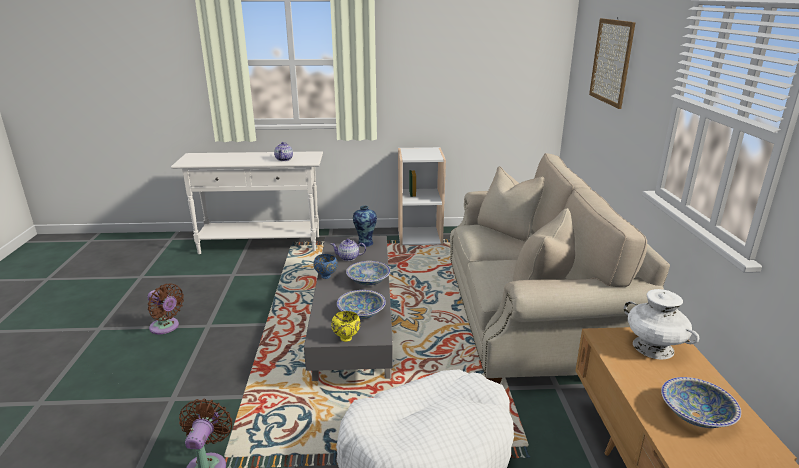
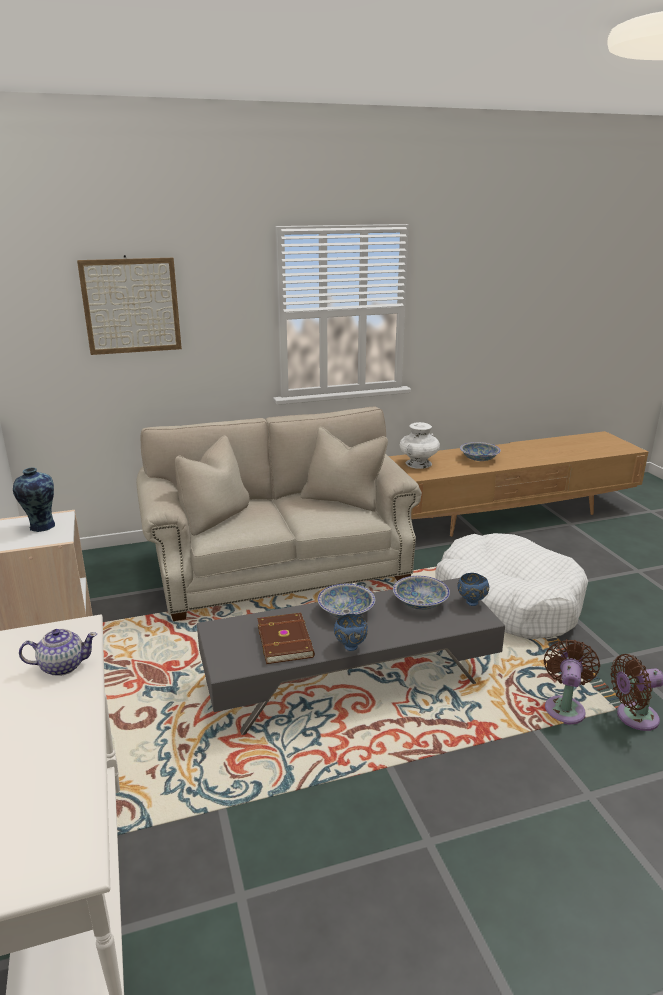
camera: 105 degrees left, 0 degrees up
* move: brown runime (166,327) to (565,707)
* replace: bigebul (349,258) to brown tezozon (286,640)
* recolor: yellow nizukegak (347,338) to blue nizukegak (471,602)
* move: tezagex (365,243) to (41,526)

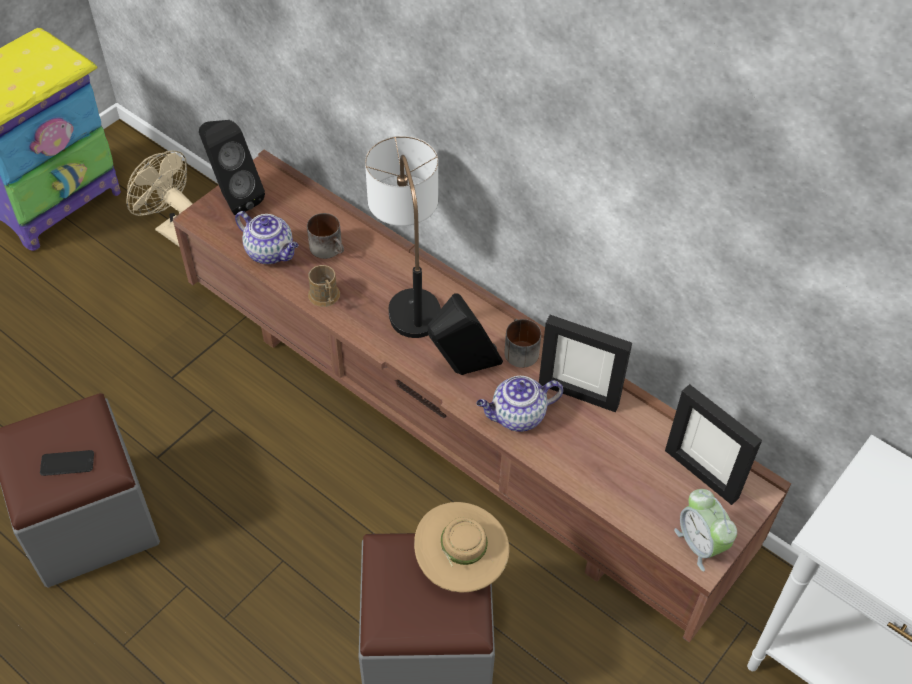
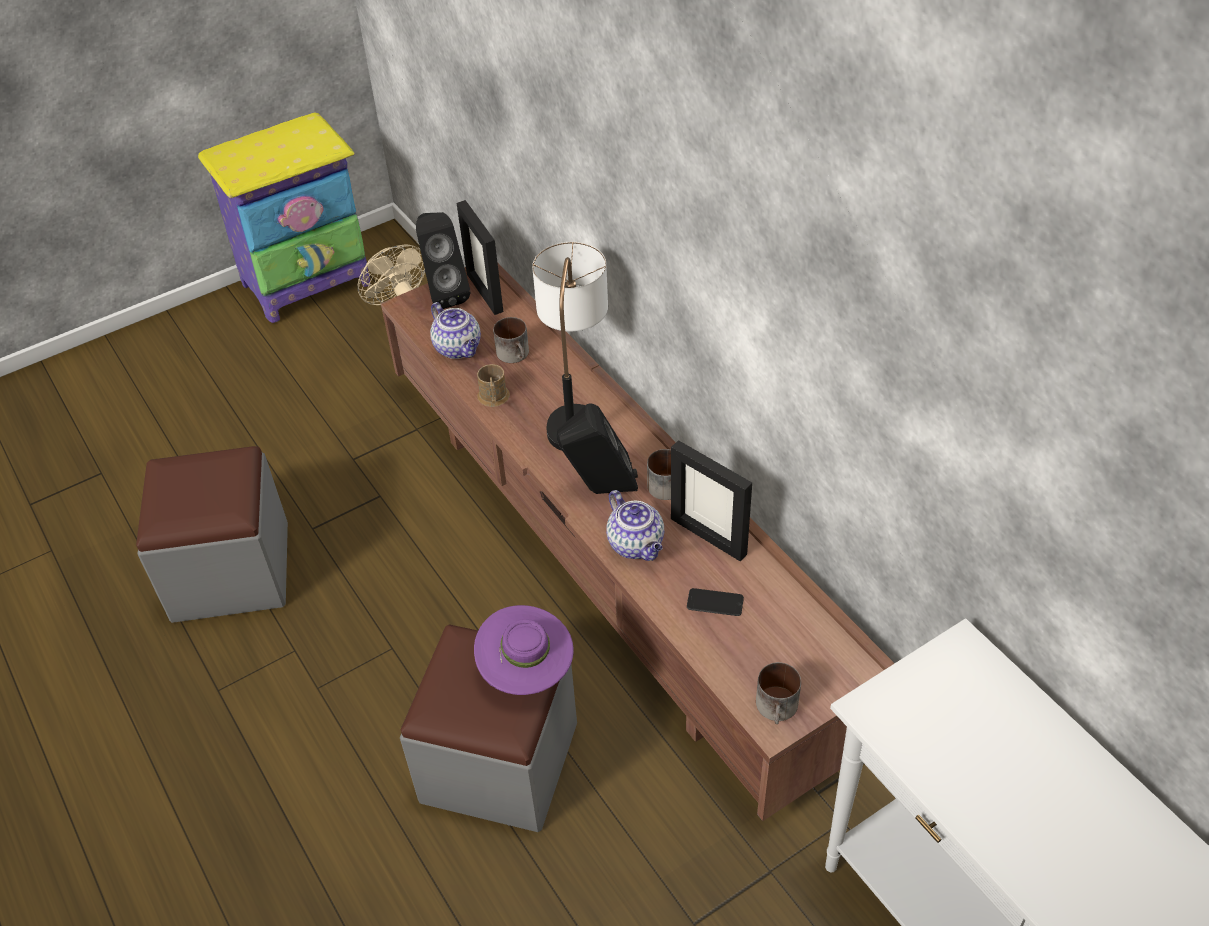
camera: 20 degrees right, 5 degrees down
* move: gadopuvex (67,463) to (715,603)
* recolor: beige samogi (461,563) to purple samogi (527,671)
* rotate: bigebul (517,416) = (637,545) 120 degrees counterclockwise
* move: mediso (702,473) to (486,292)
* replace: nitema (700,544) to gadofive (778,708)

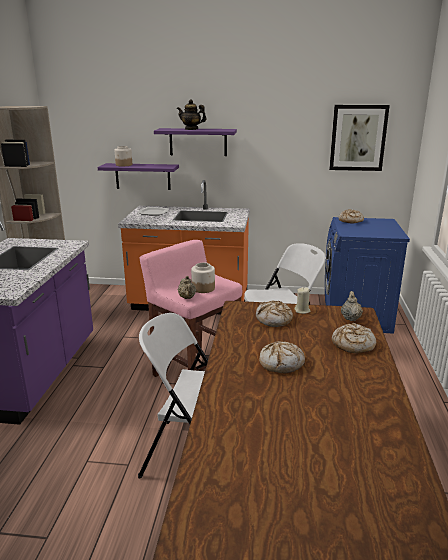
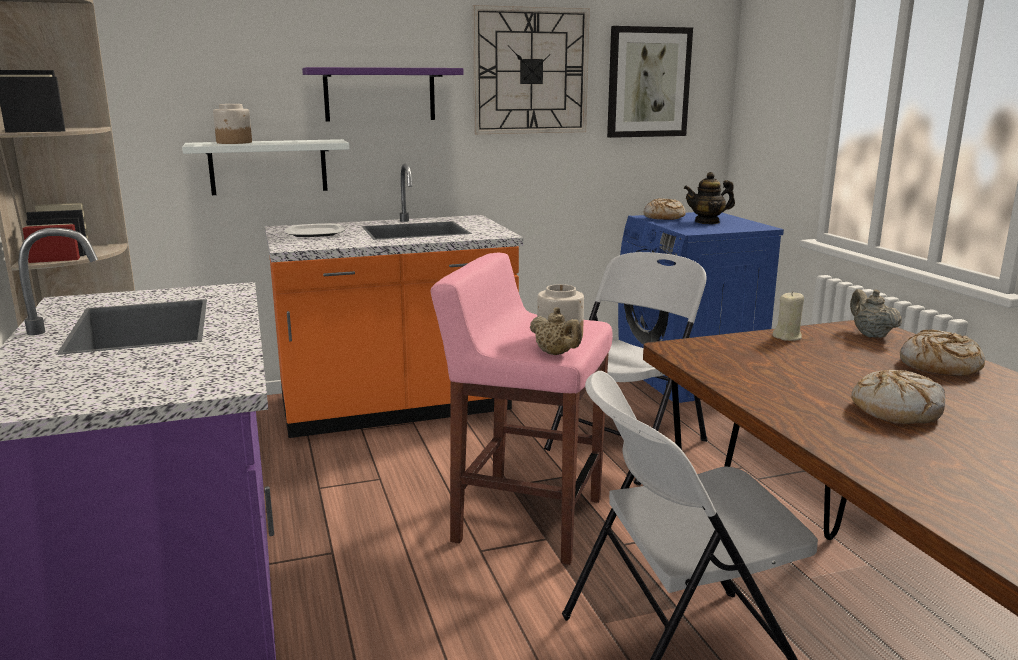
camera: 25 degrees left, 5 degrees down
* recolor: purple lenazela (142,176) to white lenazela (268,167)
* move: bigebul (191,129) to (707,222)
* delete: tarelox (274,319)
* insert: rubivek (530,71)

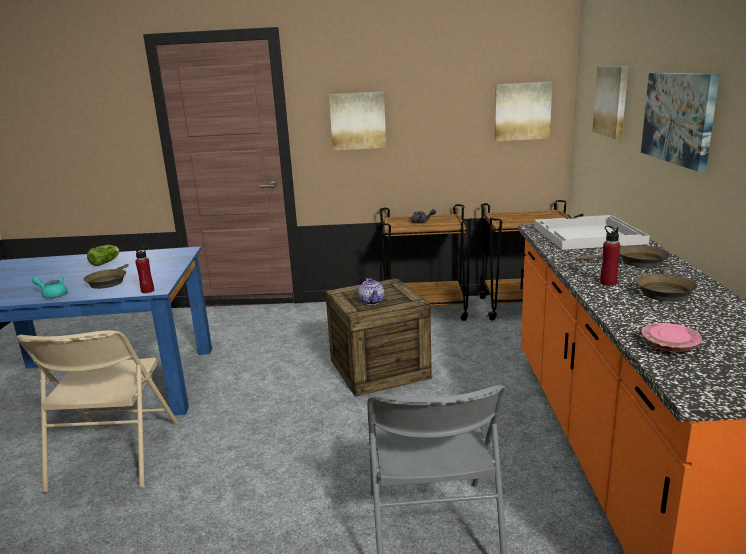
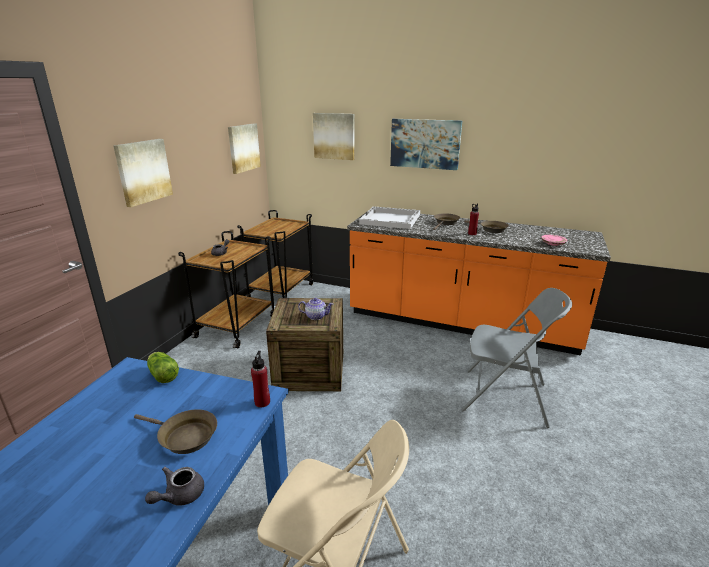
camera: 70 degrees left, 5 degrees up
* recolor: turquoise bigebul (53,295) to grey bigebul (179,496)
* move: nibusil (106,262) to (163,374)

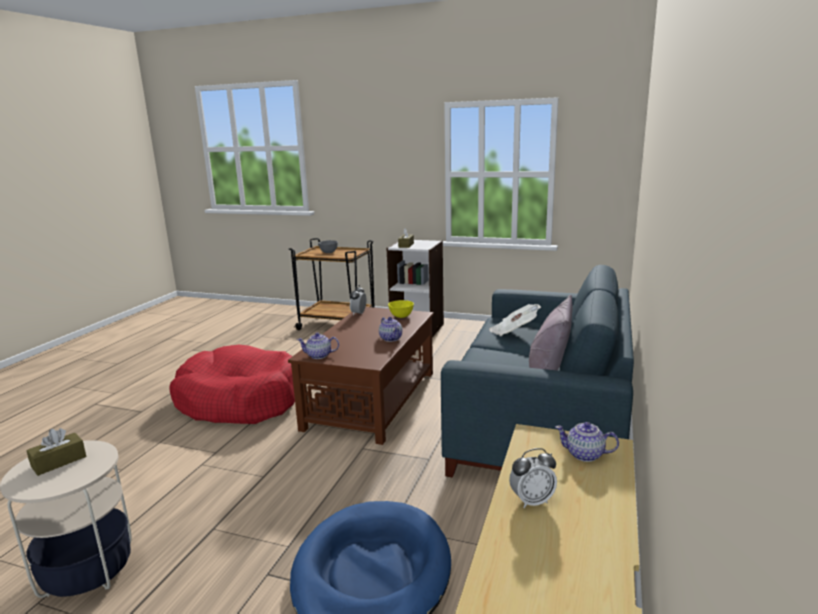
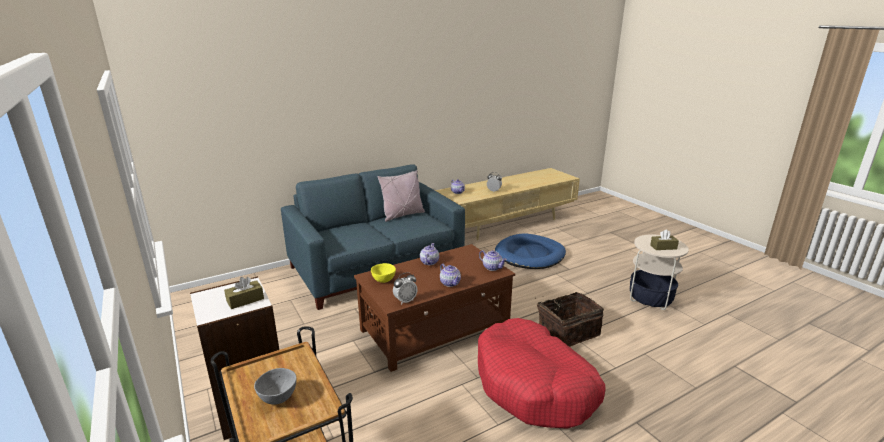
camera: 140 degrees left, 5 degrees up
* delete: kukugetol (513,332)
* insert: bigebul (450,283)
* insert: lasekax (567,332)

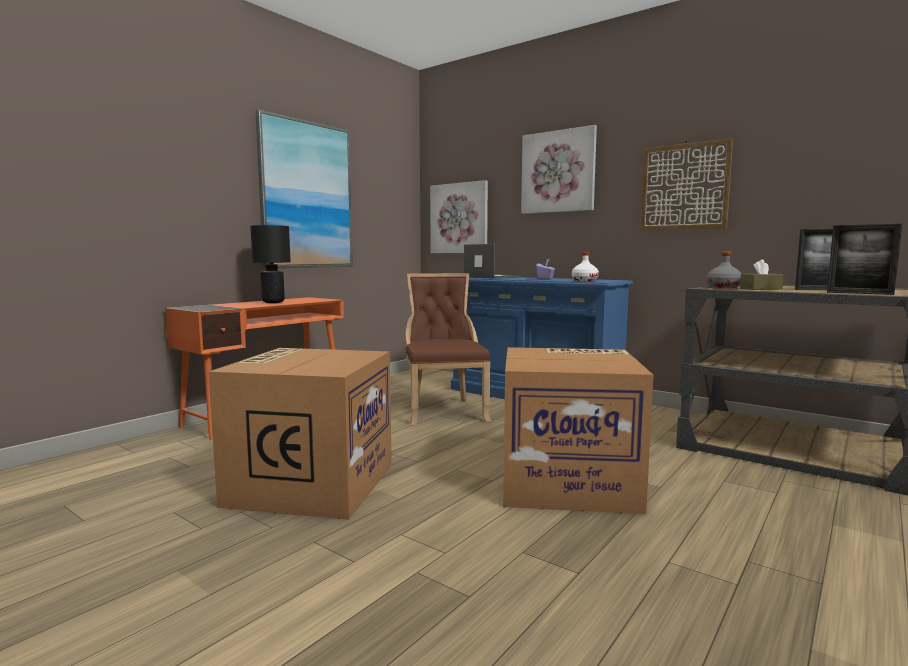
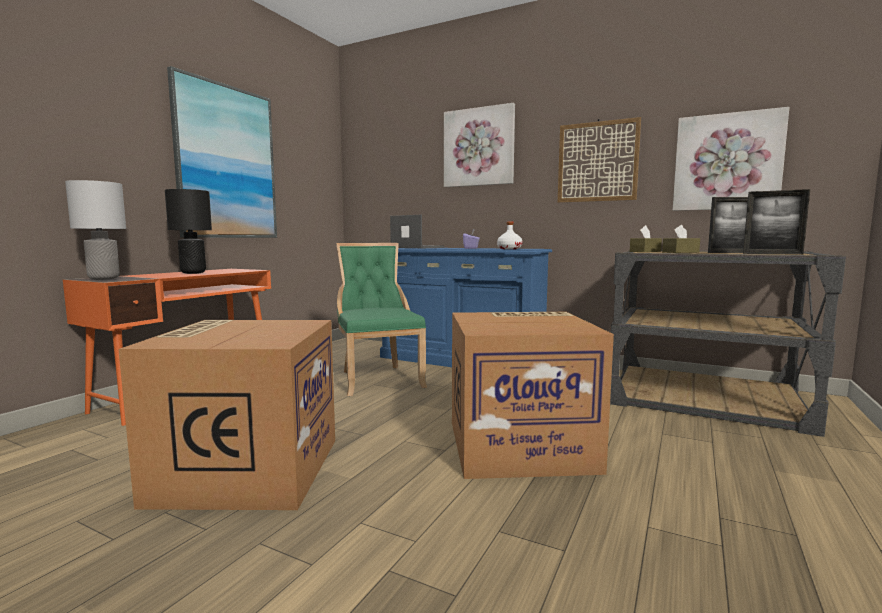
camera: 10 degrees left, 0 degrees up
* recolor: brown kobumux (444,410) to green kobumux (378,379)
* move: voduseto (459,218) to (727,162)
* replace: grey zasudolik (723,287) to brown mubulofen (645,251)
* insert: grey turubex (103,279)

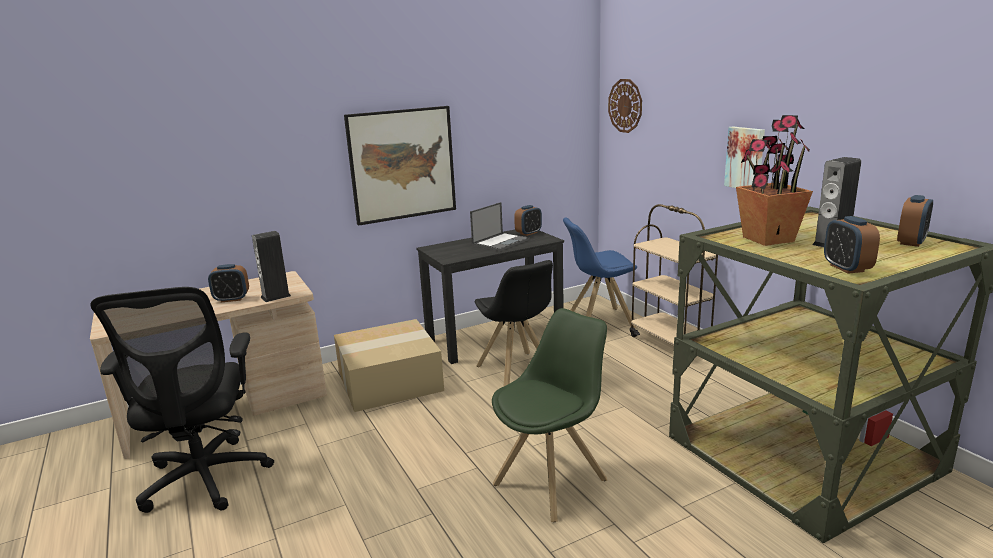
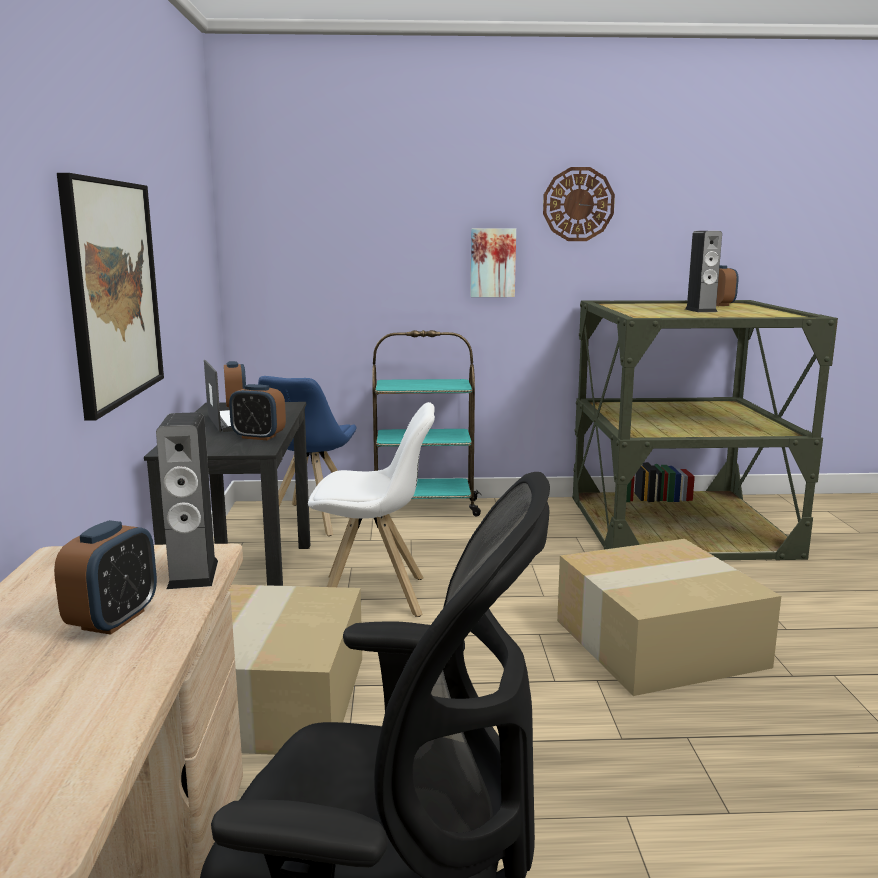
camera: 65 degrees left, 5 degrees down
* recolor: black kobumux (517,371) to white kobumux (374,596)
* replace: green kobumux (551,482) to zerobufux (659,641)
* move: rubivek (625,105) to (578,204)
* recolor: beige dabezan (670,344) to turquoise dabezan (424,508)
* delete: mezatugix (767,239)
* move: nitema (846,268) to (258,437)

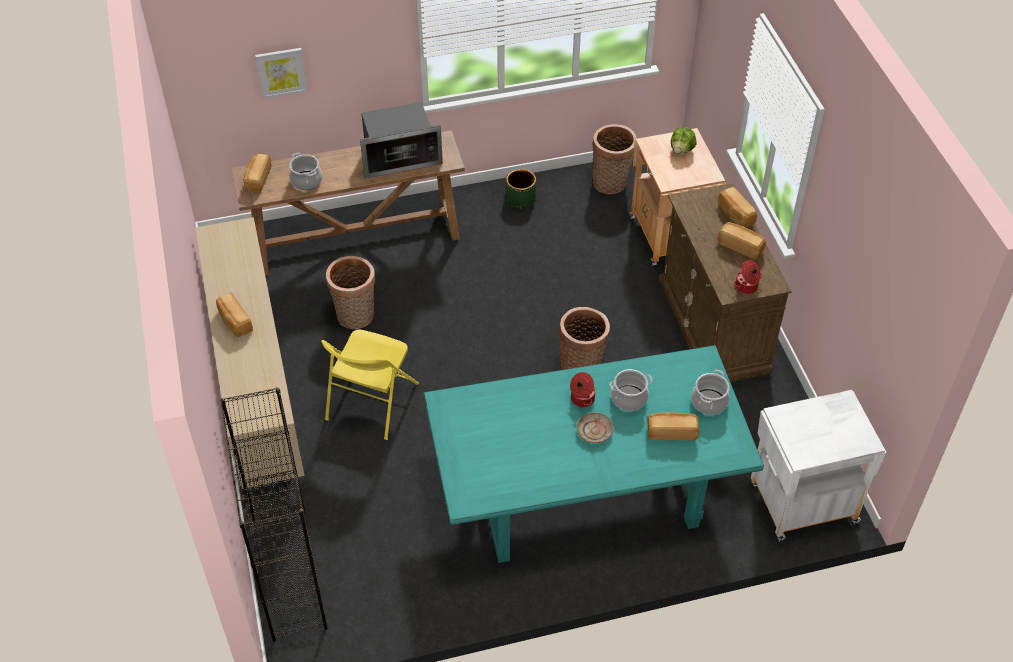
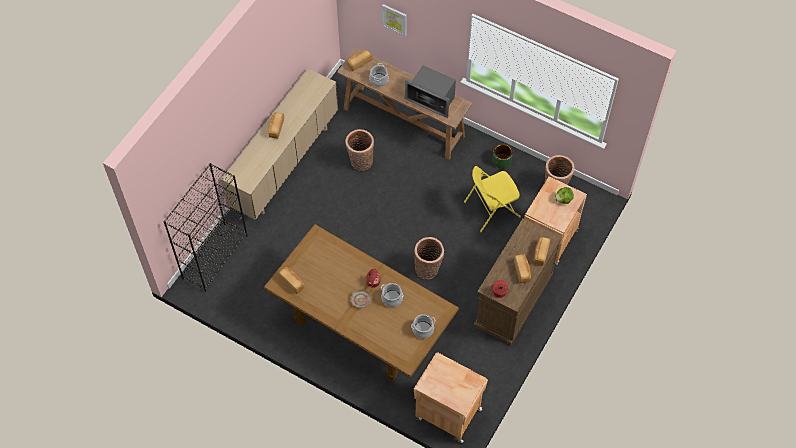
camera: 45 degrees right, 10 degrees up
* move: yellow kobumux (371,401) to (491,209)
* recolor: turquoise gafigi (585,493) to brown gafigi (363,326)
* move: tarelox (671,432) to (292,282)
* recolor: white dabezan (801,503) to brown dabezan (447,413)

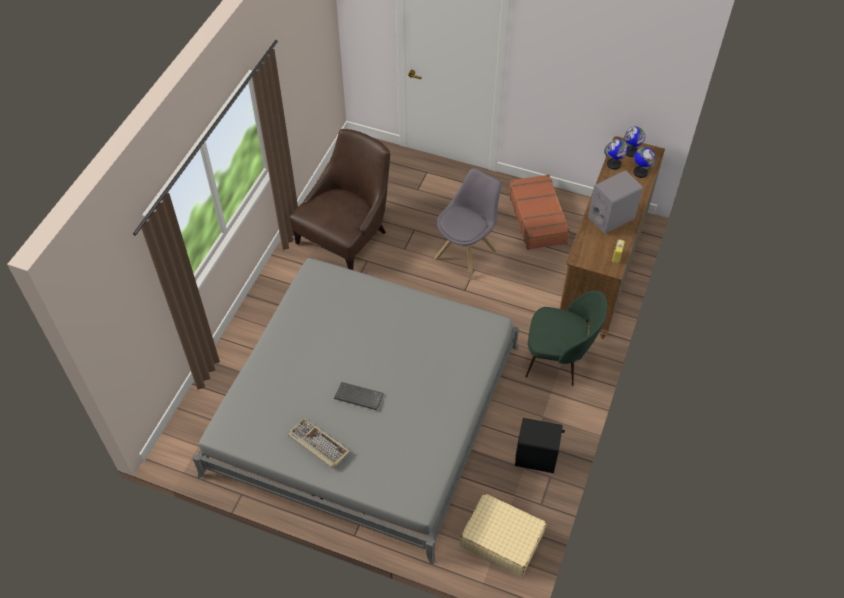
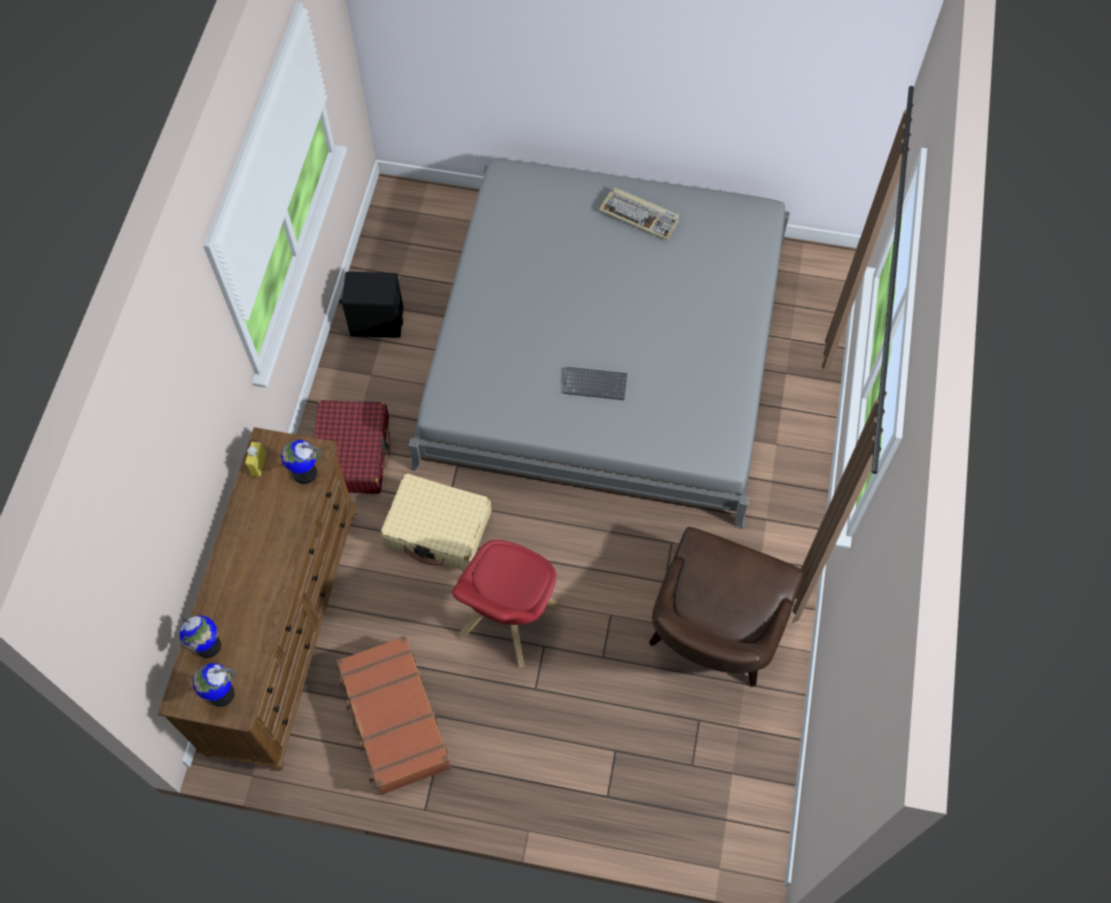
camera: 170 degrees right, 10 degrees up
* move: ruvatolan (358,397) to (596,383)
* recolor: grey kobumux (466,254) to red kobumux (507,620)
* move: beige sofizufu (501,539) to (438,529)
* replace: green kobumux (558,363) to red sofizufu (352,453)
* delete: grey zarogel (611,218)
* move: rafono (614,164) to (304,473)

